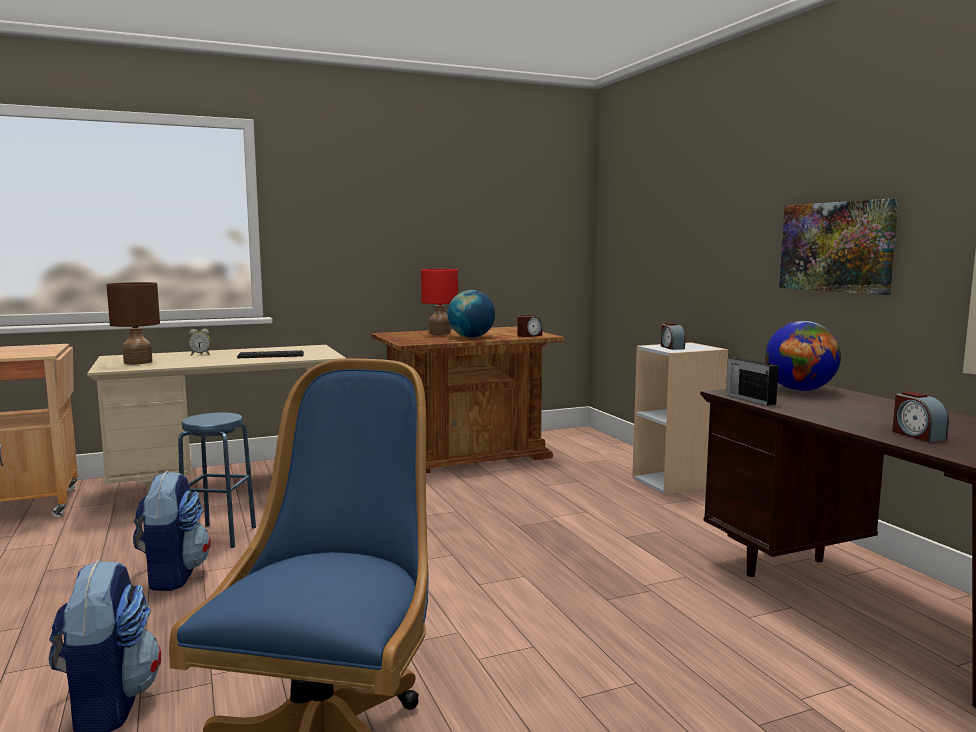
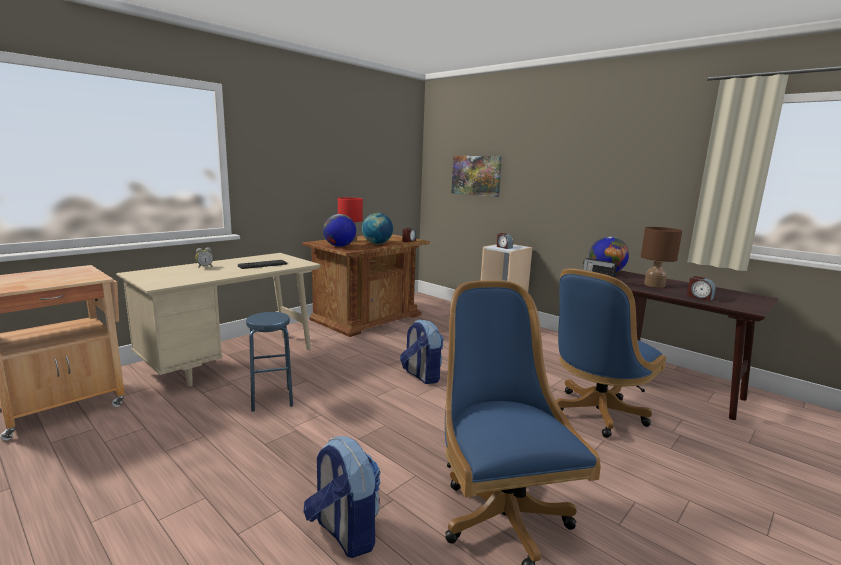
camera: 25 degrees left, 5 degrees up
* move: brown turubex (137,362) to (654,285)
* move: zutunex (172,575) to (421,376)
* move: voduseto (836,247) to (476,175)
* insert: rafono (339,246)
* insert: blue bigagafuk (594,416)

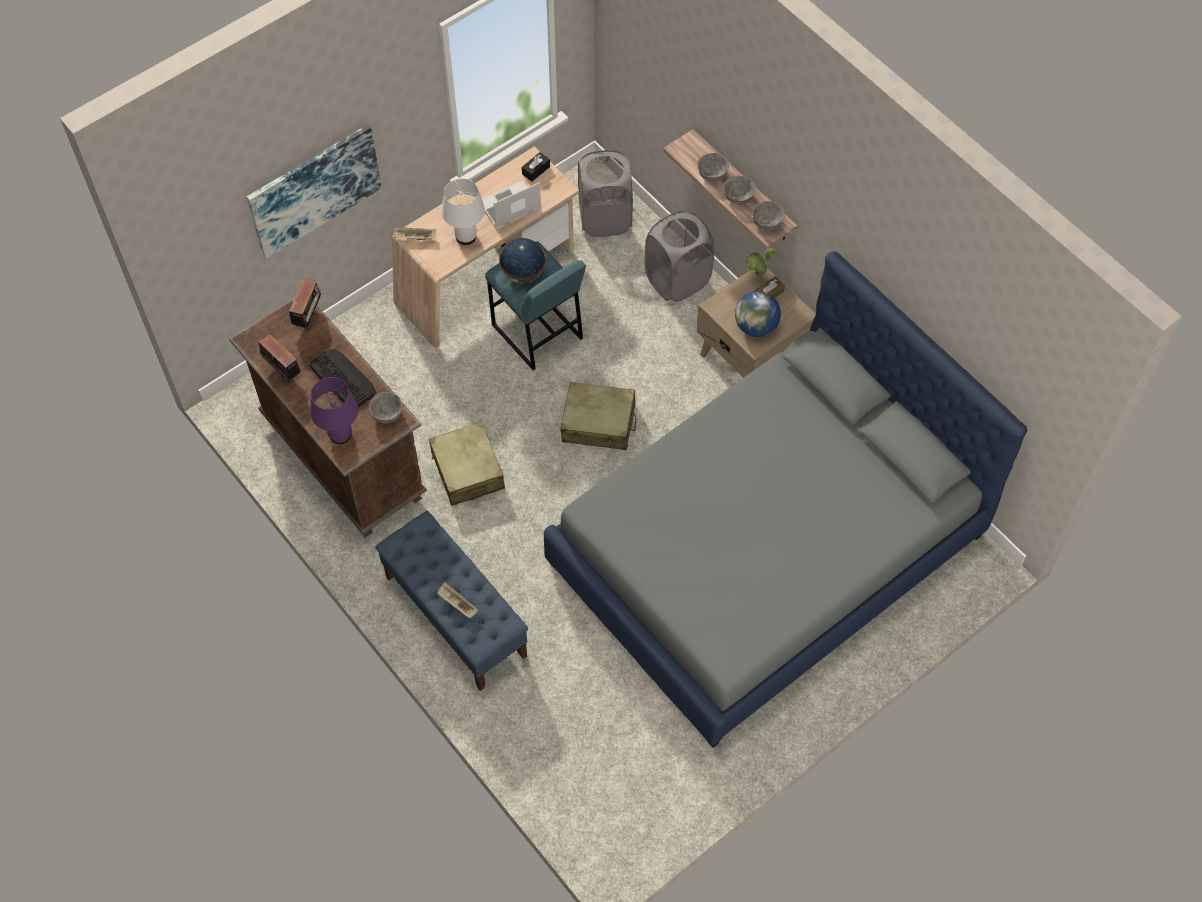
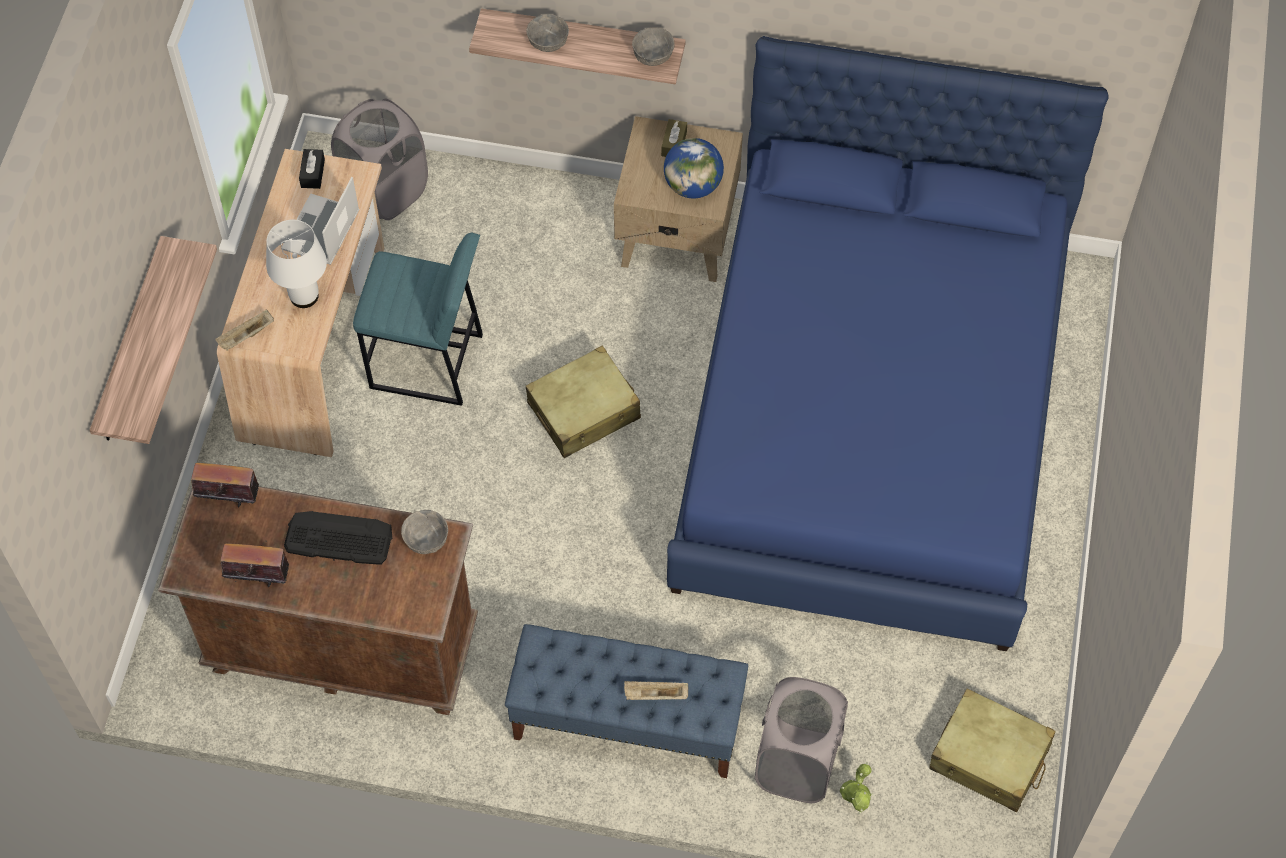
camera: 40 degrees left, 0 degrees up
* replace: voduseto (314,190) to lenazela (131,344)
* rotate: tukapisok (308,315) = (229,498) 60 degrees counterclockwise
* delete: purple turubex (340,435)
* move: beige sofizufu (467,471) to (989,758)
* delete: rafono (523,273)
* recolor: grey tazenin (766,549) to blue tazenin (872,415)
* move: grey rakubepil (677,280) to (797,763)
* delete: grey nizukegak (738,197)
* move: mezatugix (756,275) to (856,803)

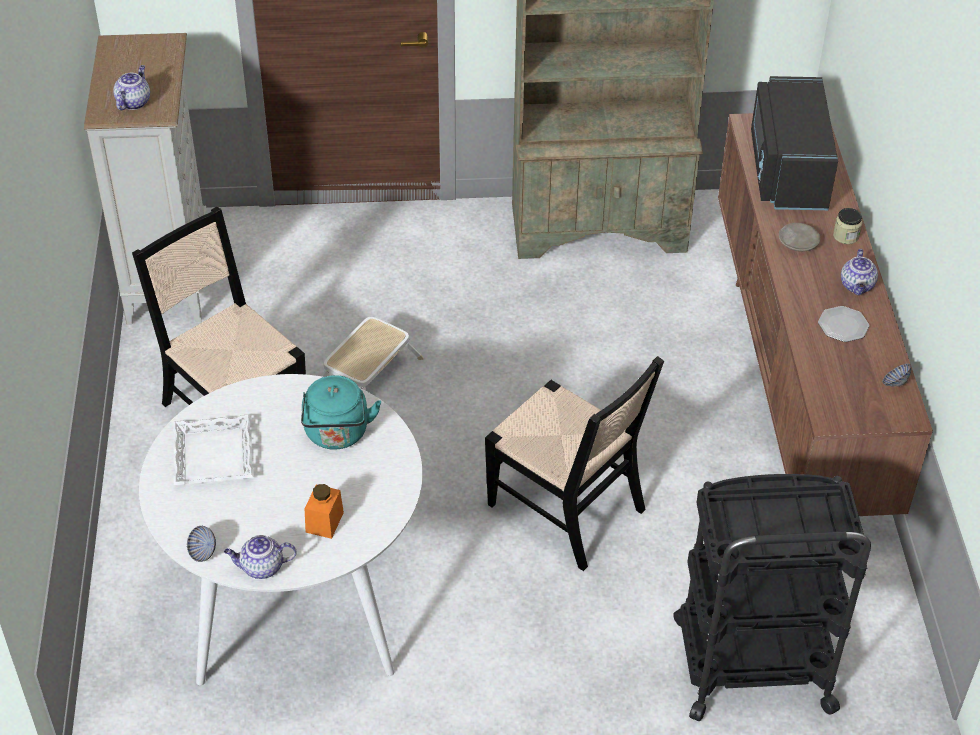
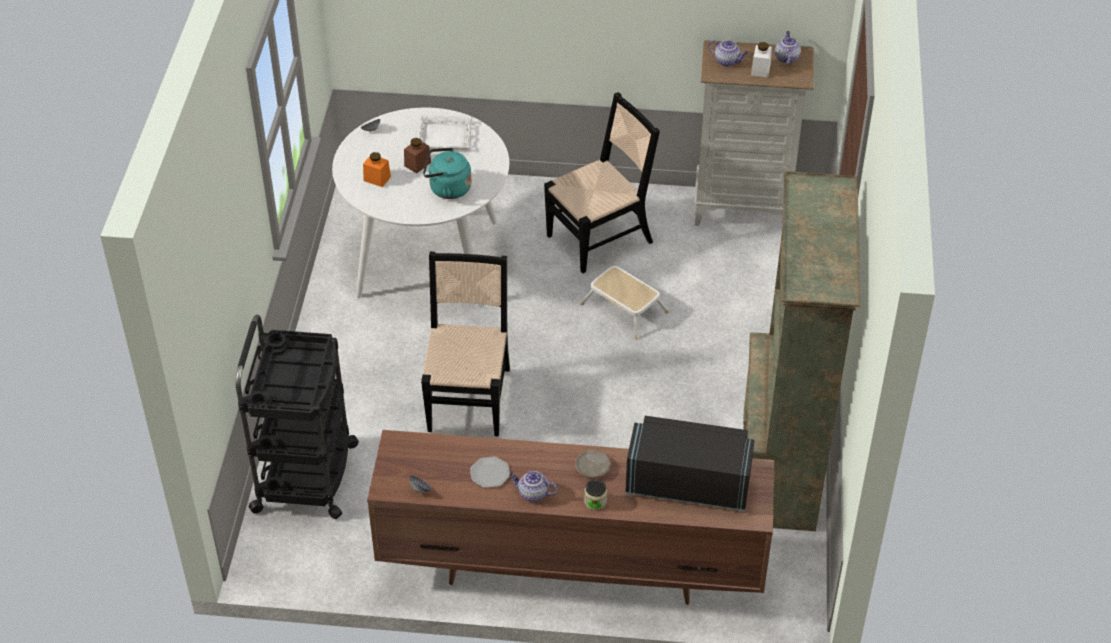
camera: 100 degrees right, 0 degrees up
* move: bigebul (261,568) to (786,58)
* rotate: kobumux (565,509) = (468,399) 135 degrees clockwise
* insert: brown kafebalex (417,164)
* insert: white kafebalex (760,69)

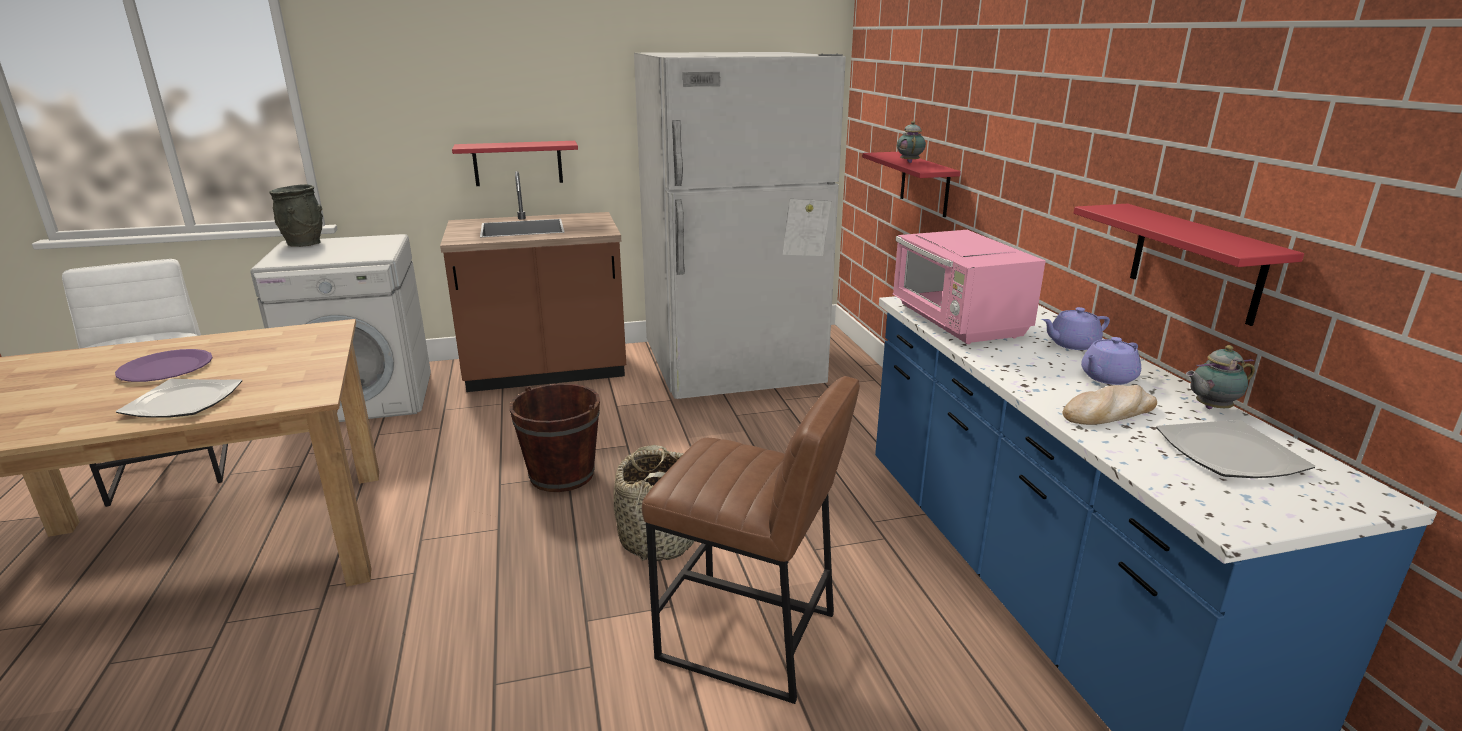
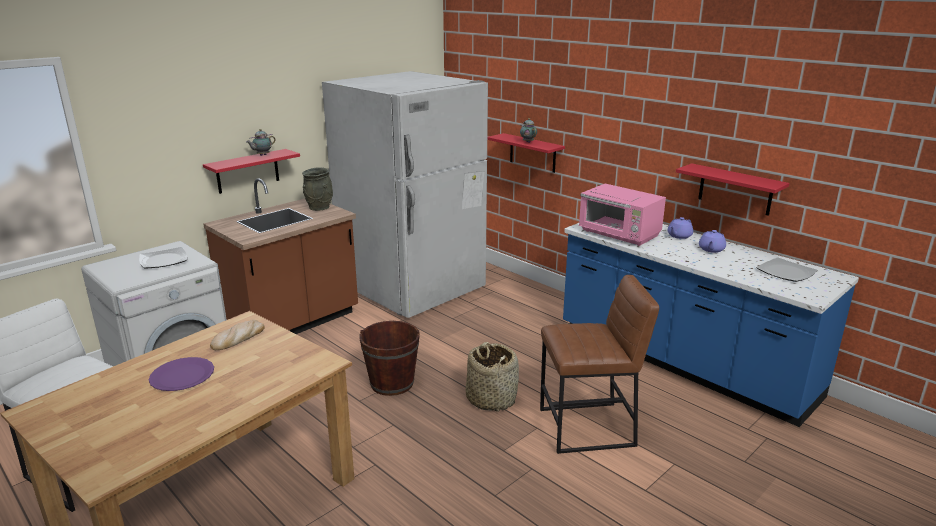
camera: 30 degrees left, 0 degrees up
* move: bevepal (182,402) to (163,260)
* move: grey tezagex (305,243) to (319,207)
* move: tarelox (1108,412) to (238,338)
* move: bigebul (1210,408) to (262,155)

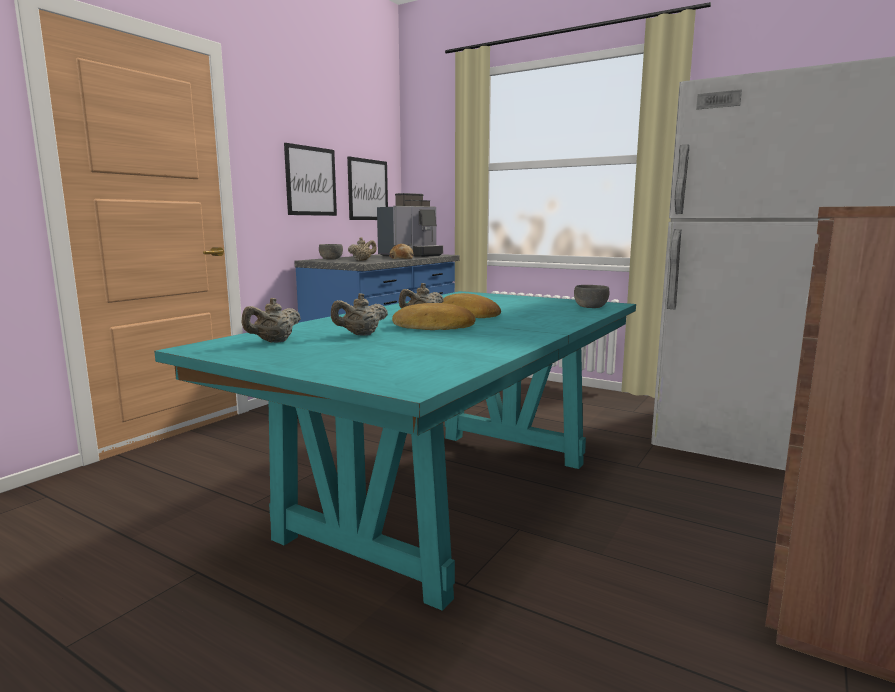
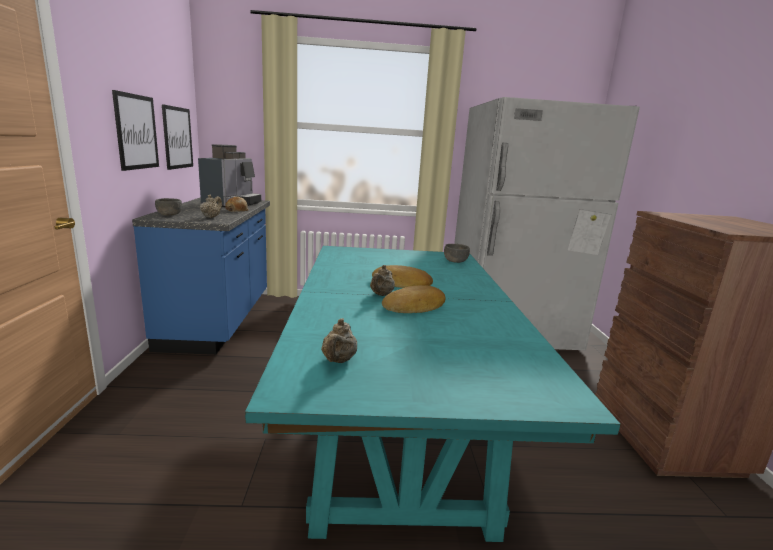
camera: 35 degrees left, 5 degrees up
* delete: beige bigebul (360,335)

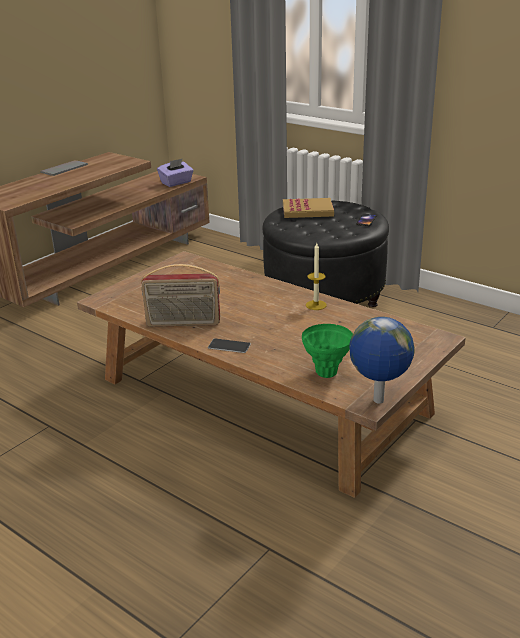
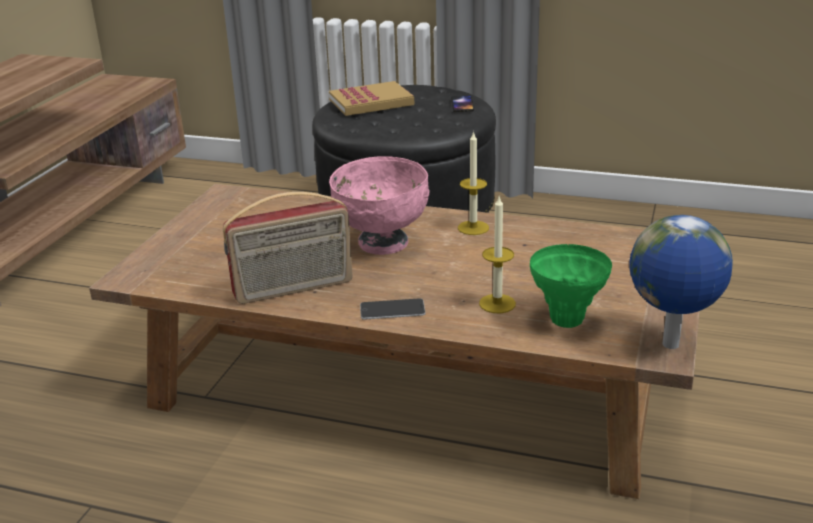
camera: 20 degrees left, 0 degrees up
* delete: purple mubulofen (176,183)
* insert: pink nizukegak (381,243)
* insert: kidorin (497,303)

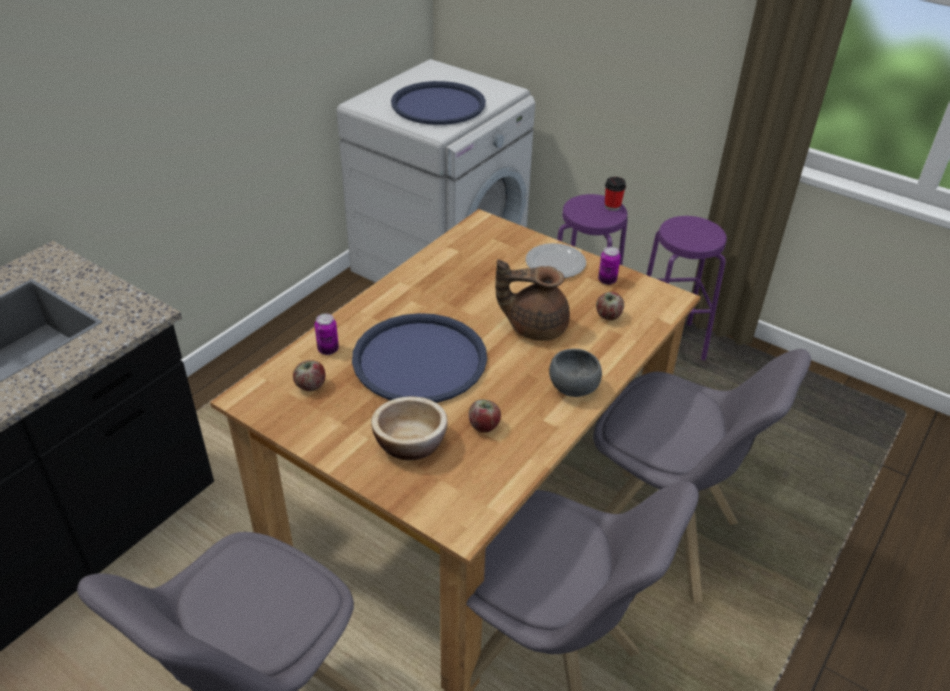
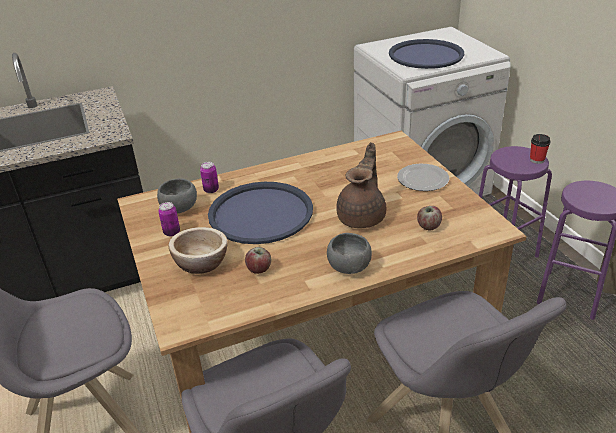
camera: 35 degrees right, 5 degrees down
* replace: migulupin (310,386) to grey nizukegak (179,207)
* rotate: brown bigebul (534,326) = (362,217) 75 degrees clockwise
* move: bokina (607,280) to (172,232)

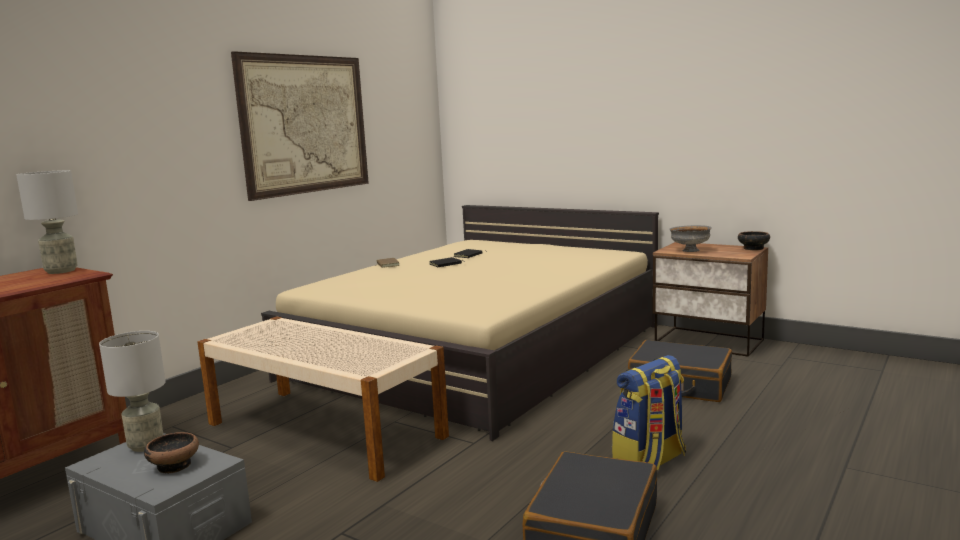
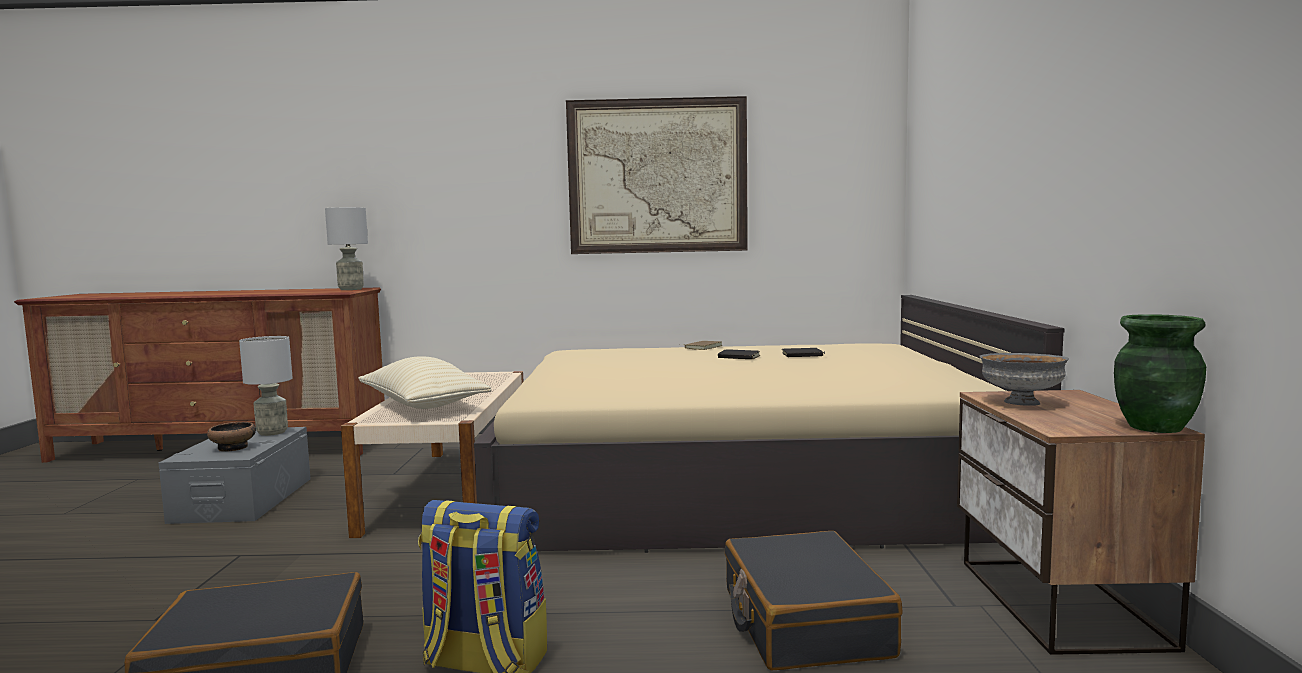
camera: 55 degrees right, 5 degrees down
* replace: nizukegak (753,248) to green tezagex (1153,427)
* insert: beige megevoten (423,405)

